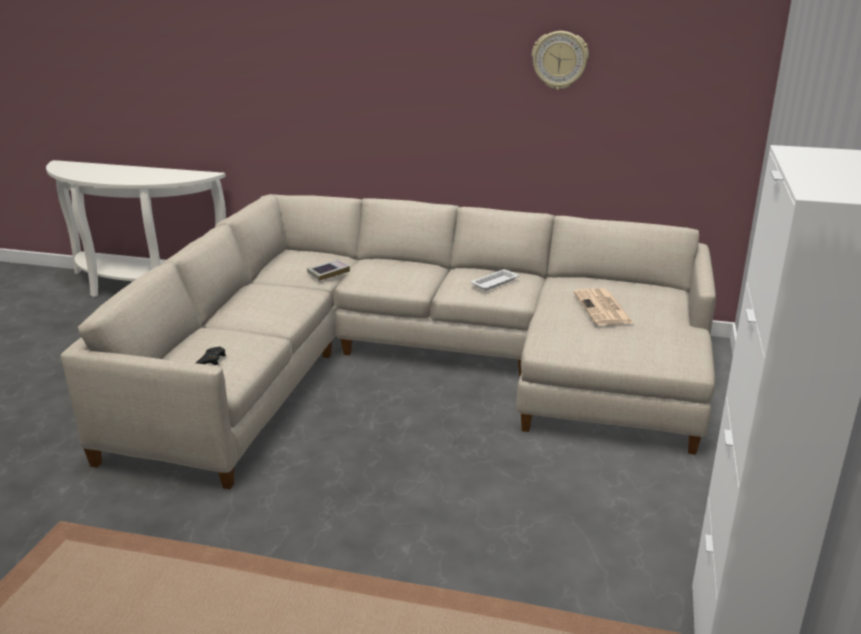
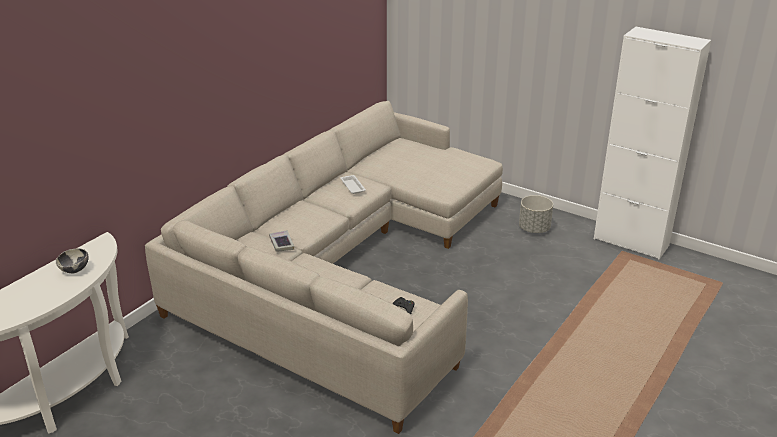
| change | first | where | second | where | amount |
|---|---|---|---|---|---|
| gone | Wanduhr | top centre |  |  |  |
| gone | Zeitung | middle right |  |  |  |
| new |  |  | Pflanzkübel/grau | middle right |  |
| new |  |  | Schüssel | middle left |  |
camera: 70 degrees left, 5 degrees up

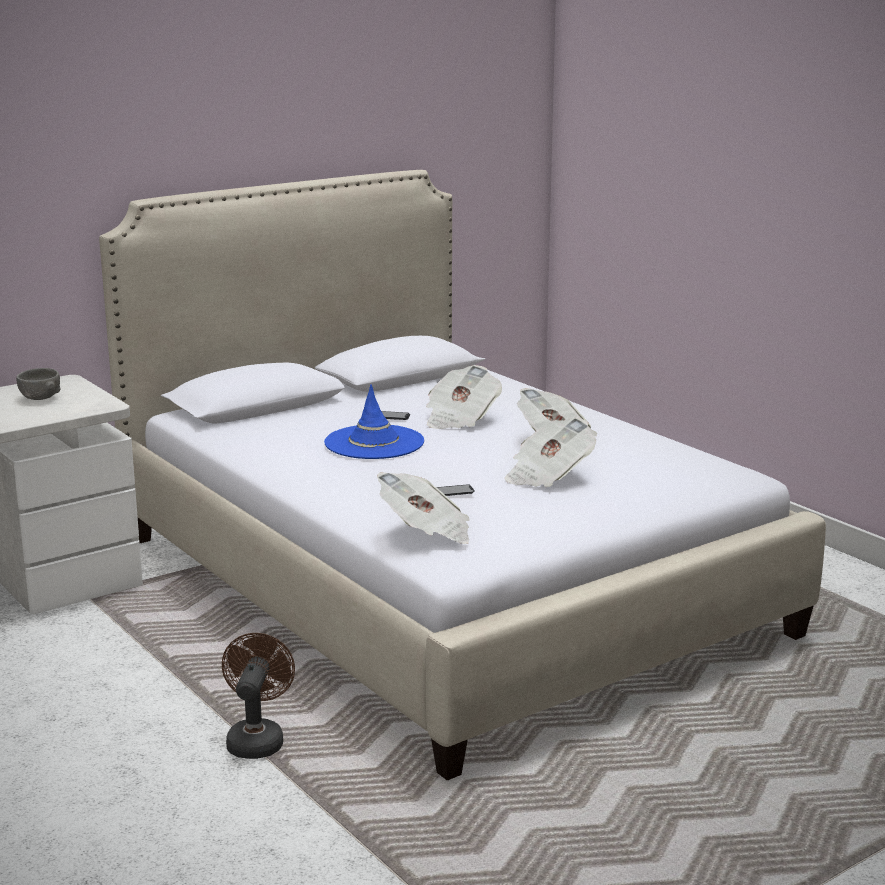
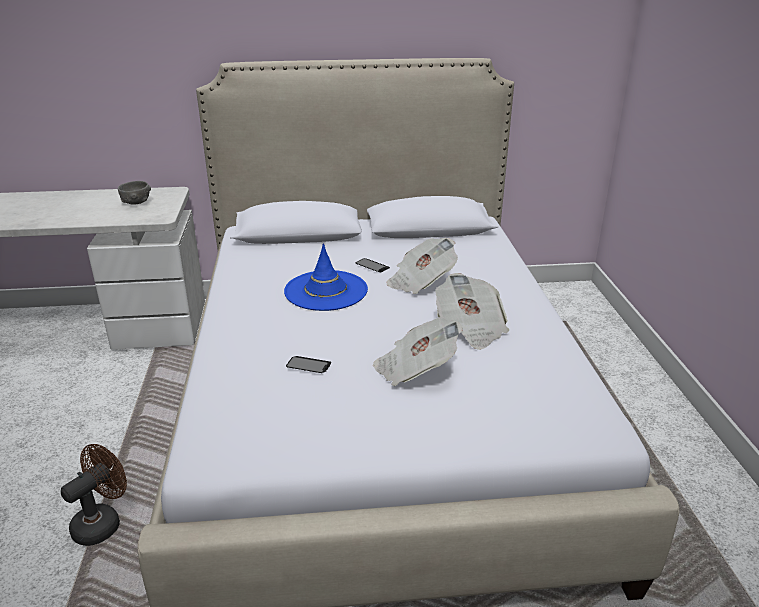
| change | first | where | second | where | amount |
|---|---|---|---|---|---|
| gone | Zeitung (no. 1 from left) | centre |  |  |  |
camera: 30 degrees right, 10 degrees up

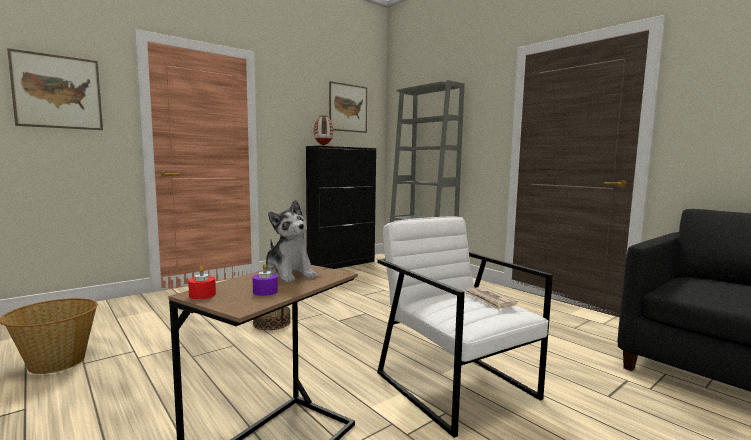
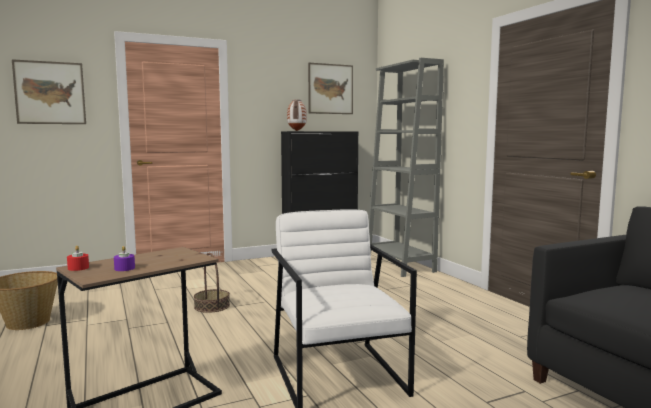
| change | first | where | second | where | amount |
|---|---|---|---|---|---|
| gone | Plüschtier | centre |  |  |  |
| gone | Zeitung | bottom centre |  |  |  |
camera: 15 degrees right, 0 degrees up

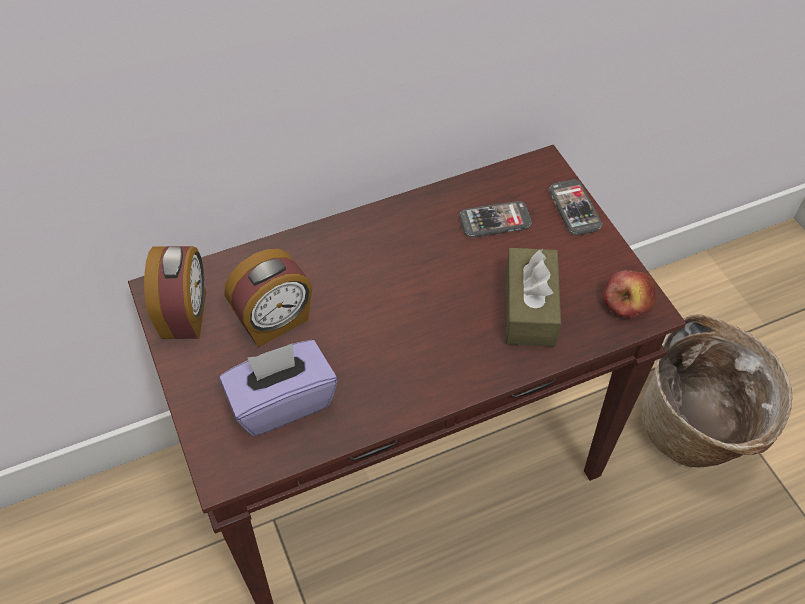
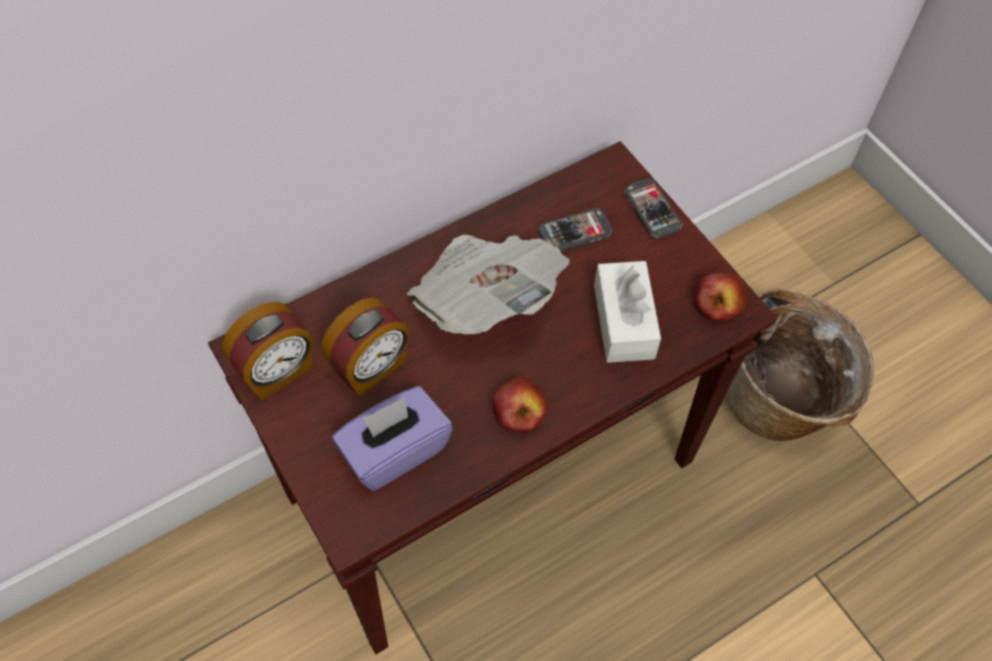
| change | first | where | second | where | amount |
|---|---|---|---|---|---|
| rotated | Wecker (no. 1 from left) | middle left |  | middle left | 60 degrees clockwise |
| repainted | Taschentuchbox/braun | centre | Taschentuchbox/weiß | centre |  |
| new |  |  | Zeitung | centre |  |
| new |  |  | Apfel (no. 1 from left) | centre |  |
camera: 10 degrees left, 5 degrees up

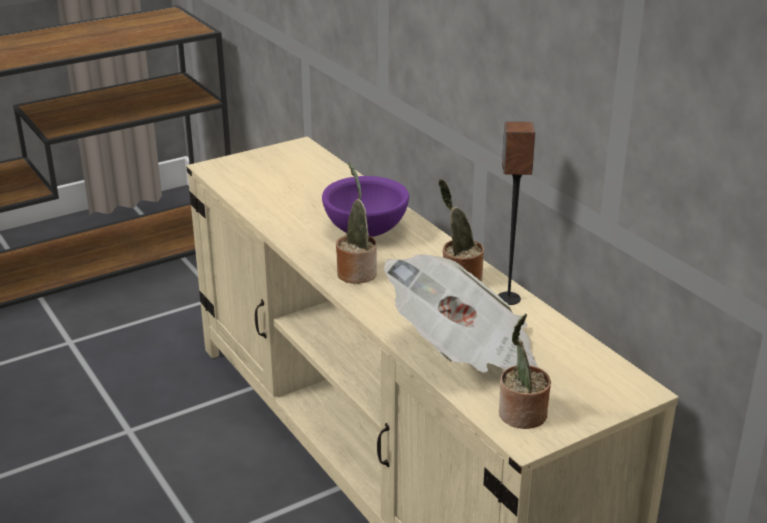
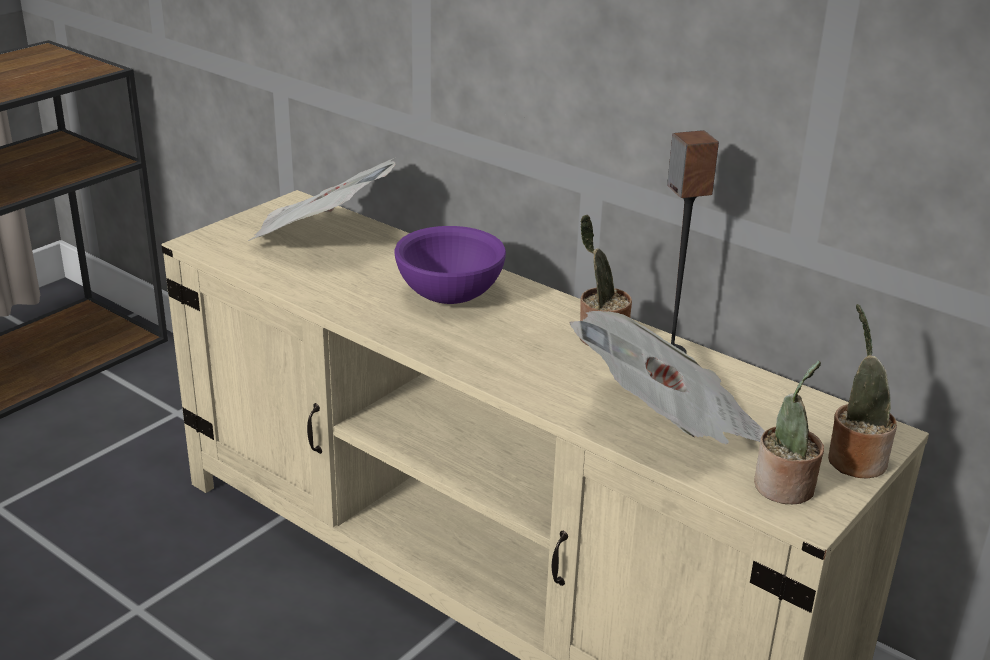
| change | first | where | second | where | amount |
|---|---|---|---|---|---|
| shifted | Topfpflanze (no. 1 from left in the first image) | centre | Topfpflanze (no. 3 from left) | middle right |  |
| new |  |  | Zeitung (no. 1 from left) | top left |  |
camera: 20 degrees left, 0 degrees up

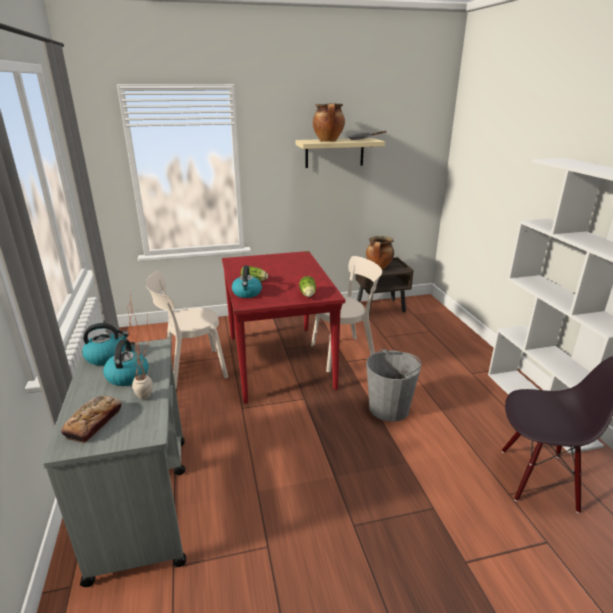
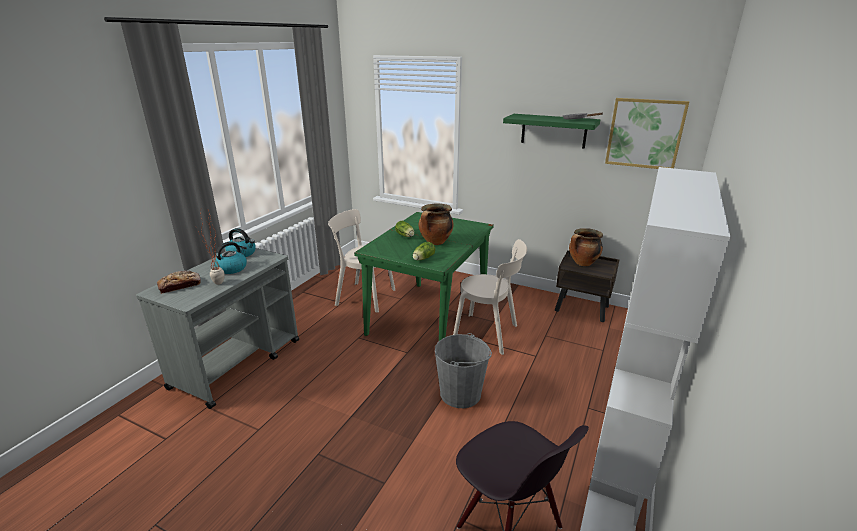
| change | first | where | second | where | amount |
|---|---|---|---|---|---|
| shifted | Kochtopf (no. 1 from left) | top centre |  | centre |  |
| repainted | Wandregal/beige | top centre | Wandregal/grün | top centre |  |
| repainted | Esstisch/rot | centre | Esstisch/grün | centre |  |
| gone | Wasserkessel (no. 3 from left) | centre |  |  |  |
| new |  |  | Bild | top right |  |
camera: 40 degrees right, 0 degrees up

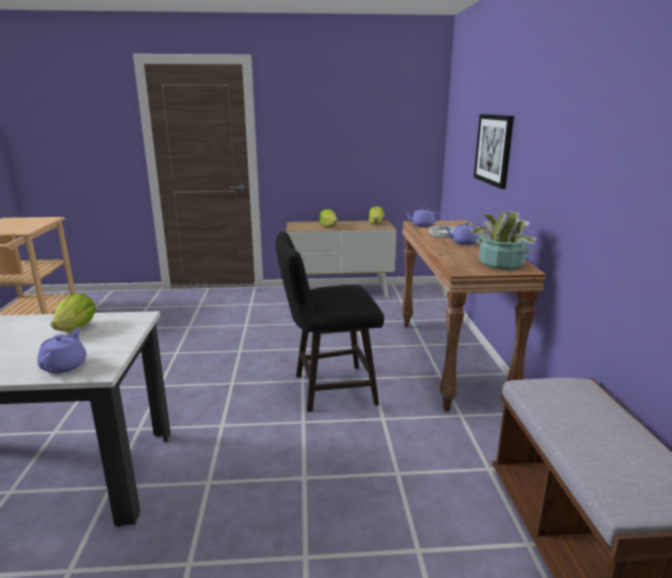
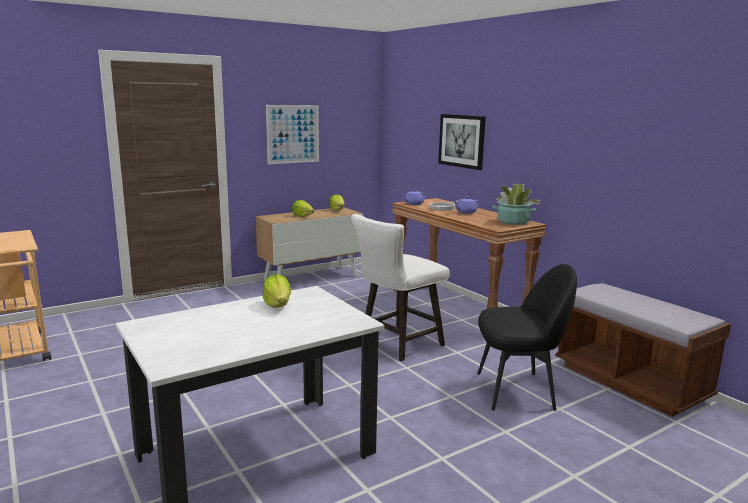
| change | first | where | second | where | amount |
|---|---|---|---|---|---|
| repainted | Hocker/schwarz | centre | Hocker/weiß | centre |  |
| gone | Teekanne/lila (no. 1 from left) | middle left |  |  |  |
| new |  |  | Bild (no. 1 from left) | top centre |  |
| new |  |  | Stuhl/schwarz | bottom right |  |
camera: 30 degrees left, 5 degrees down

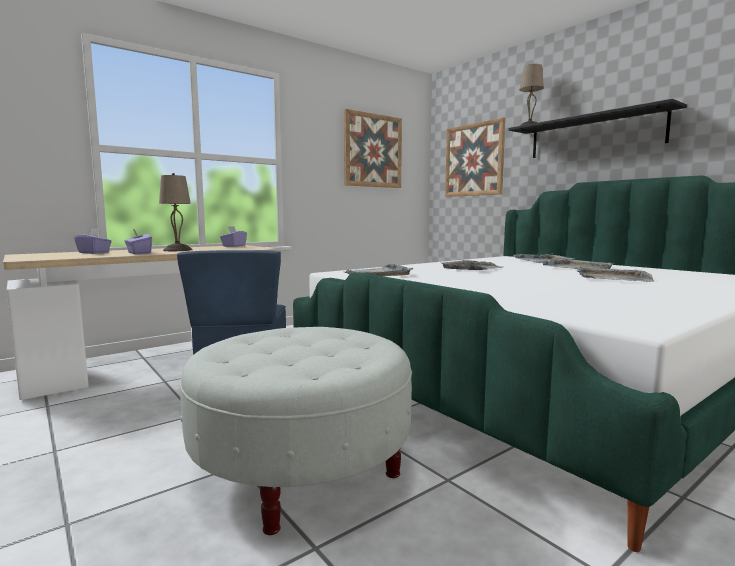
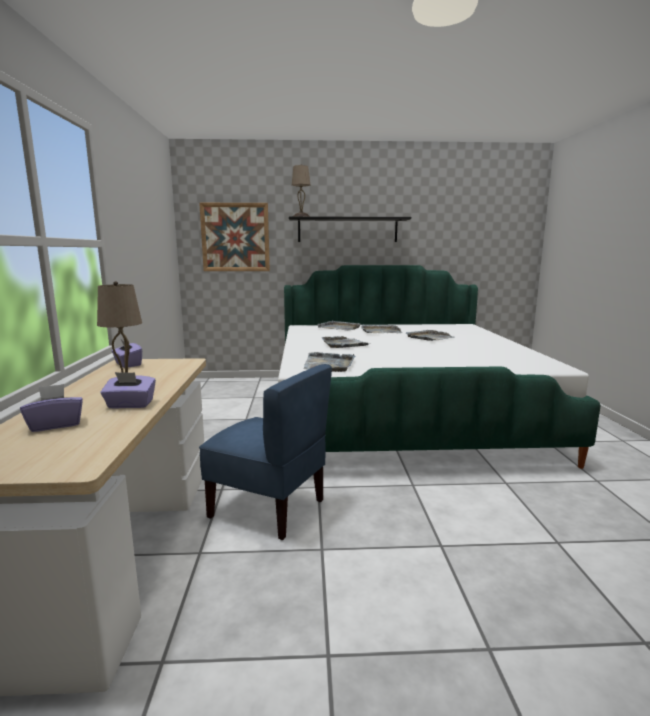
| change | first | where | second | where | amount |
|---|---|---|---|---|---|
| gone | Bild (no. 1 from left) | top centre |  |  |  |
| gone | Polsterhocker/weiß | bottom centre |  |  |  |
camera: 55 degrees left, 5 degrees up

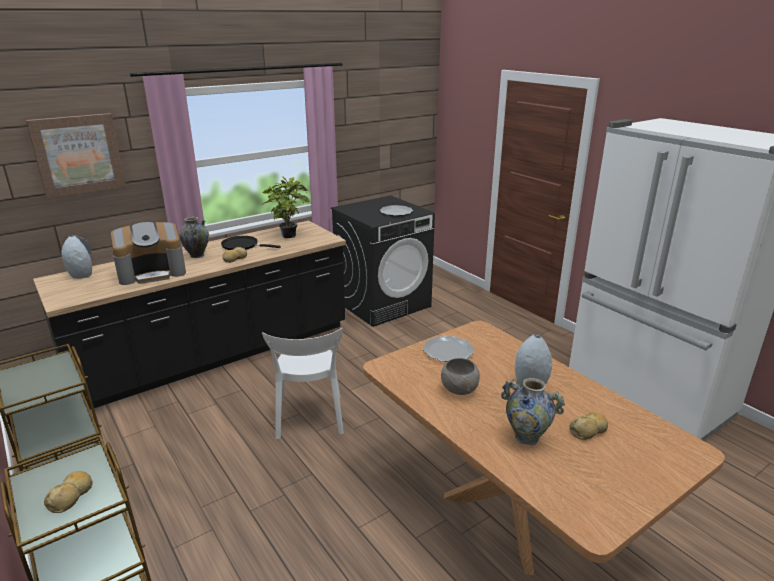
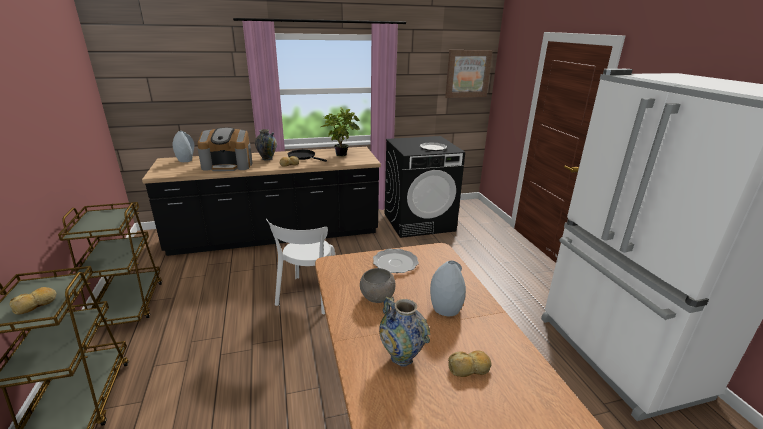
| change | first | where | second | where | amount |
|---|---|---|---|---|---|
| shifted | Bild | top left |  | top centre |  |
camera: 20 degrees right, 0 degrees up

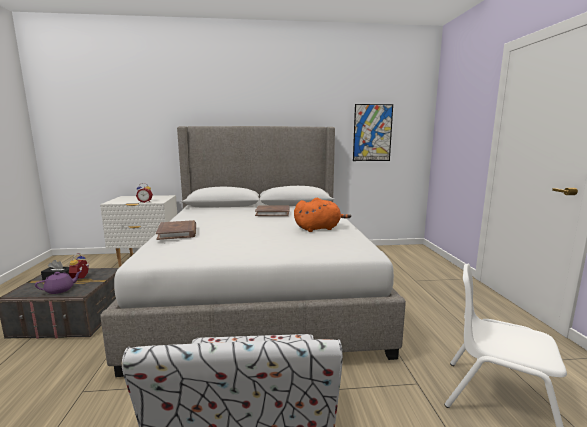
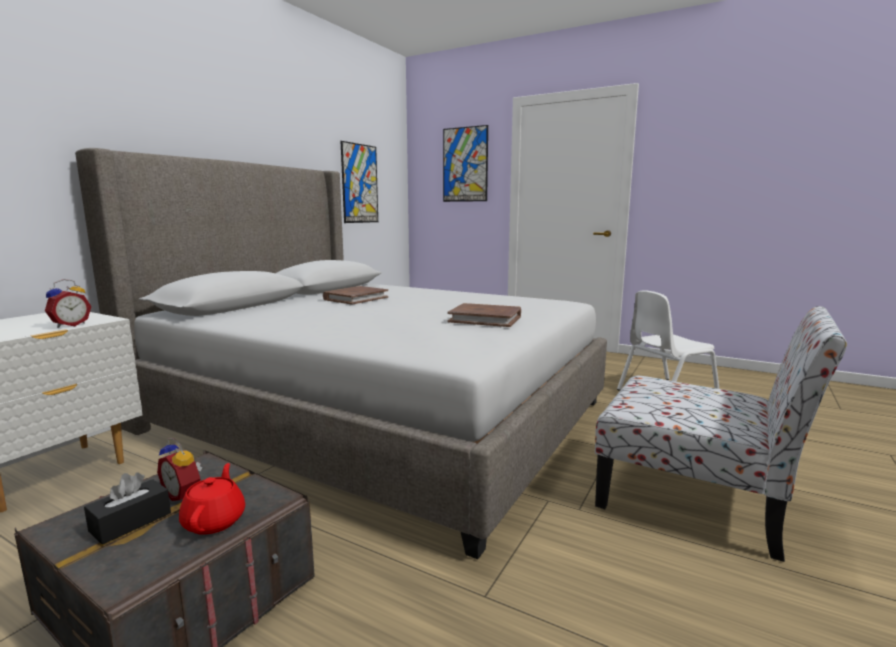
| change | first | where | second | where | amount |
|---|---|---|---|---|---|
| gone | Plüschtier/orange | centre |  |  |  |
| shifted | Buch/braun (no. 1 from left in the first image) | middle left | Buch/braun (no. 2 from left) | centre |  |
| repainted | Teekanne/lila | middle left | Teekanne/rot | bottom left |  |
| new |  |  | Bild (no. 2 from left) | top centre |  |
camera: 55 degrees left, 0 degrees up

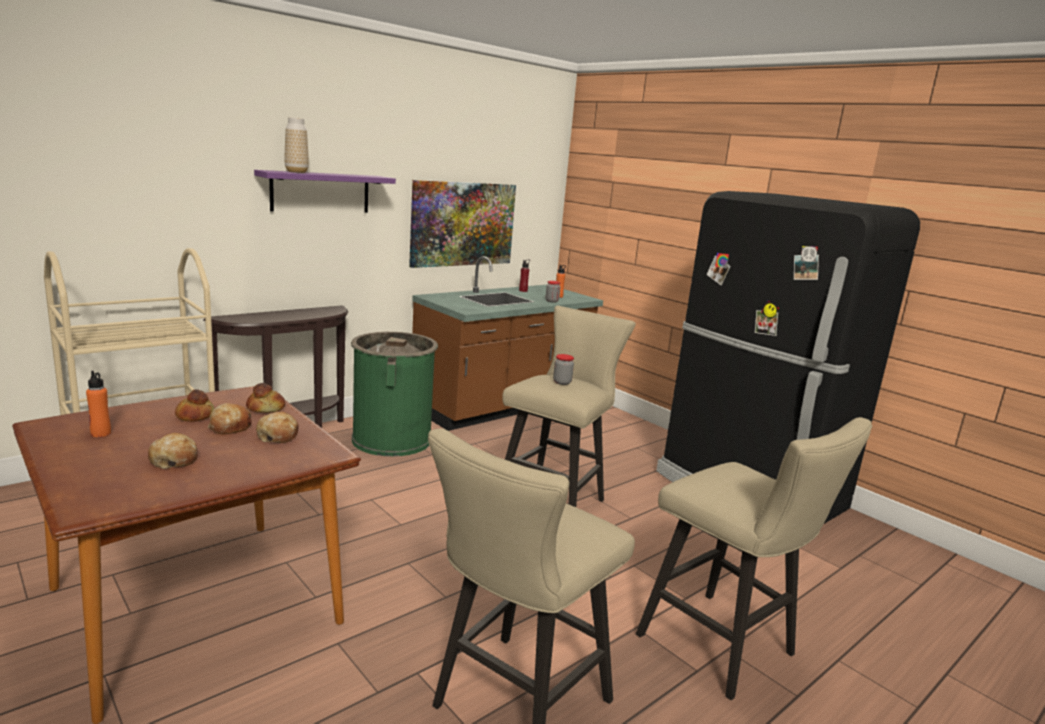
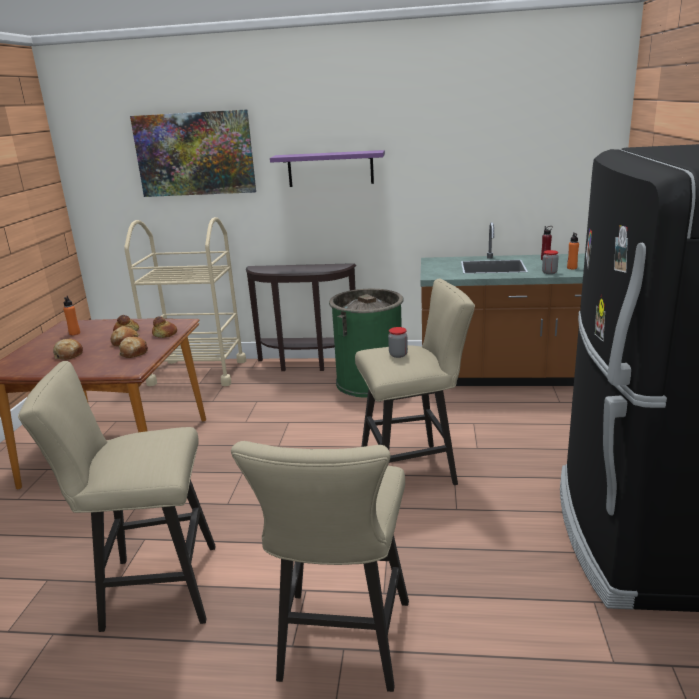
| change | first | where | second | where | amount |
|---|---|---|---|---|---|
| gone | Vase | top left |  |  |  |
| shifted | Bild | top centre |  | top left |  |
camera: 50 degrees right, 5 degrees up

